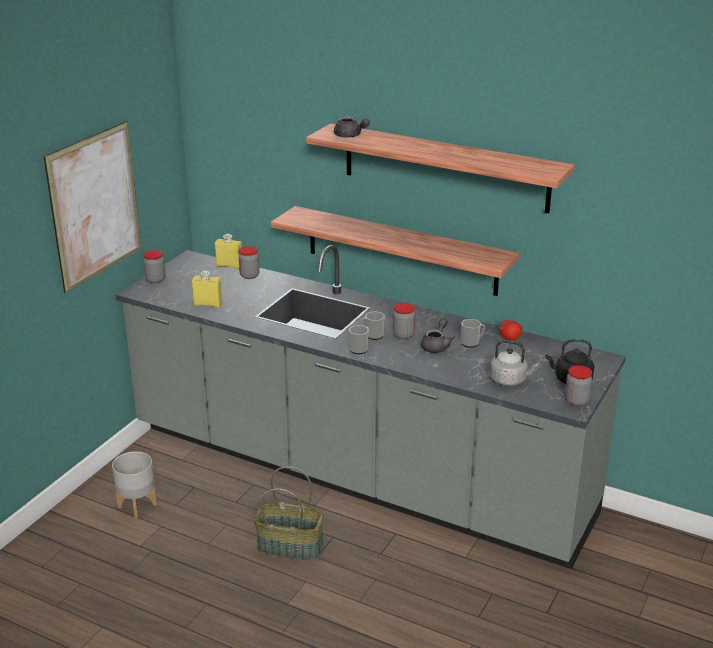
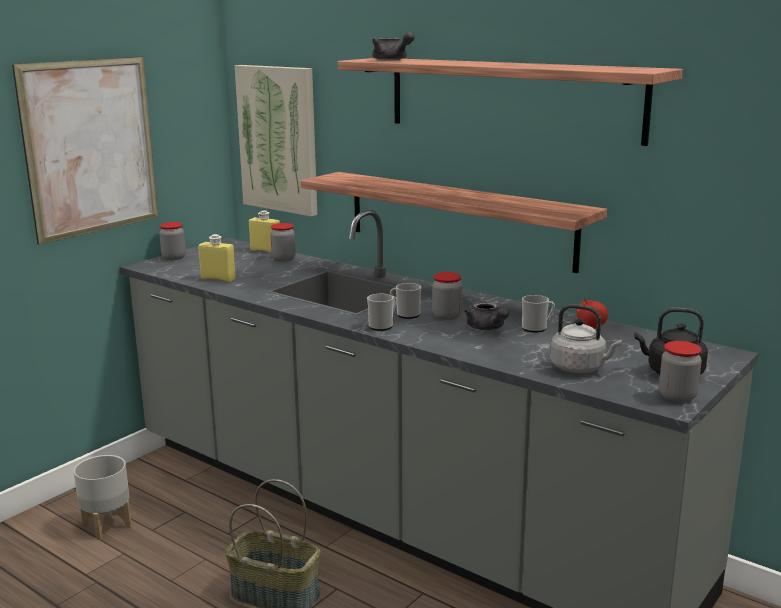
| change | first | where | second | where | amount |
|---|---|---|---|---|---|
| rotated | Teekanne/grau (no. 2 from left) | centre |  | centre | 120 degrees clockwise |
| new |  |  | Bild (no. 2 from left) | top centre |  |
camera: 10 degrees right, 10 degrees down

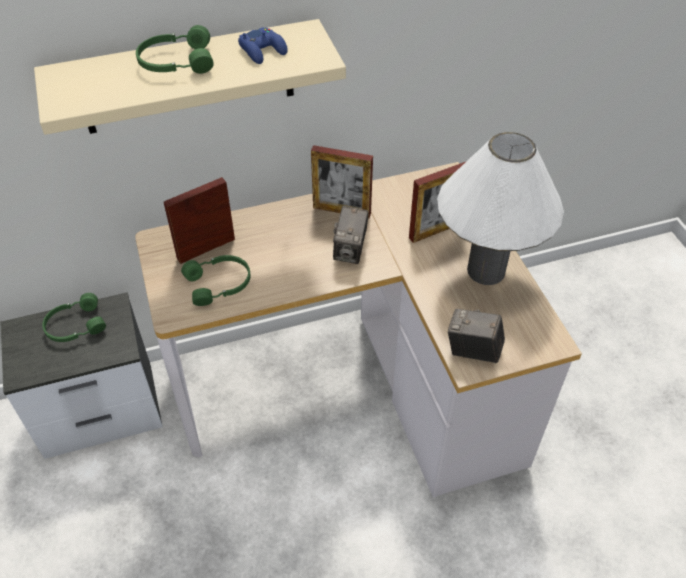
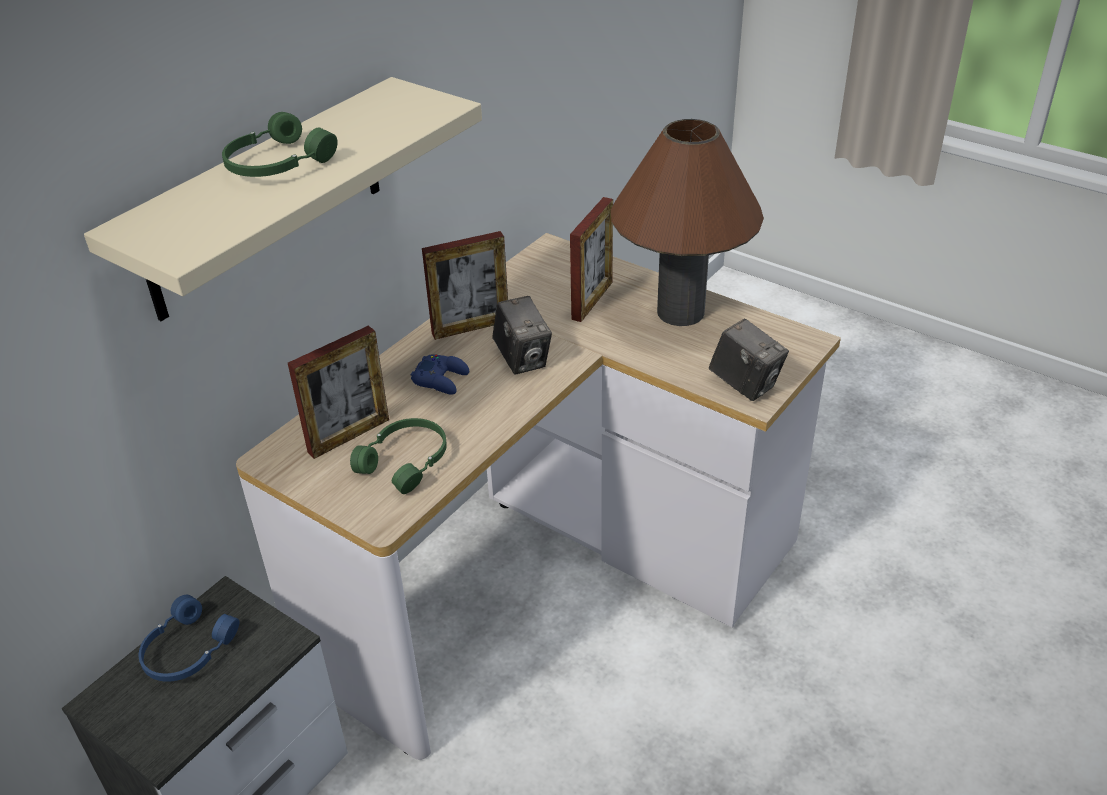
| change | first | where | second | where | amount |
|---|---|---|---|---|---|
| shifted | Gamepad/blau | top centre |  | centre |  |
| repainted | Tischlampe/weiß | middle right | Tischlampe/braun | top centre |  |
| rotated | Bilderrahmen (no. 1 from left) | middle left |  | middle left | 150 degrees counterclockwise |
| repainted | Kopfhörer/grün (no. 1 from left) | middle left | Kopfhörer/blau | bottom left |  |
| rotated | Kamera (no. 2 from left) | middle right |  | middle right | 120 degrees counterclockwise |
camera: 35 degrees left, 10 degrees down

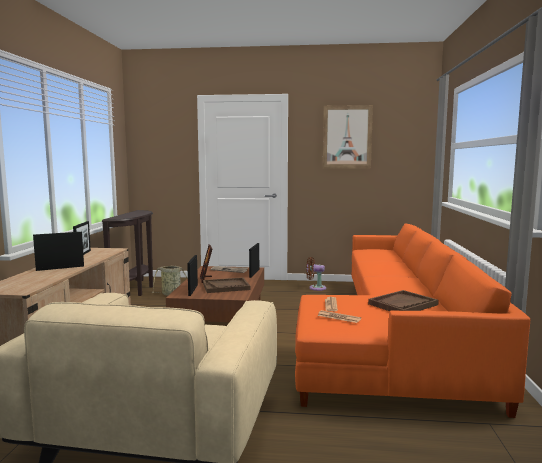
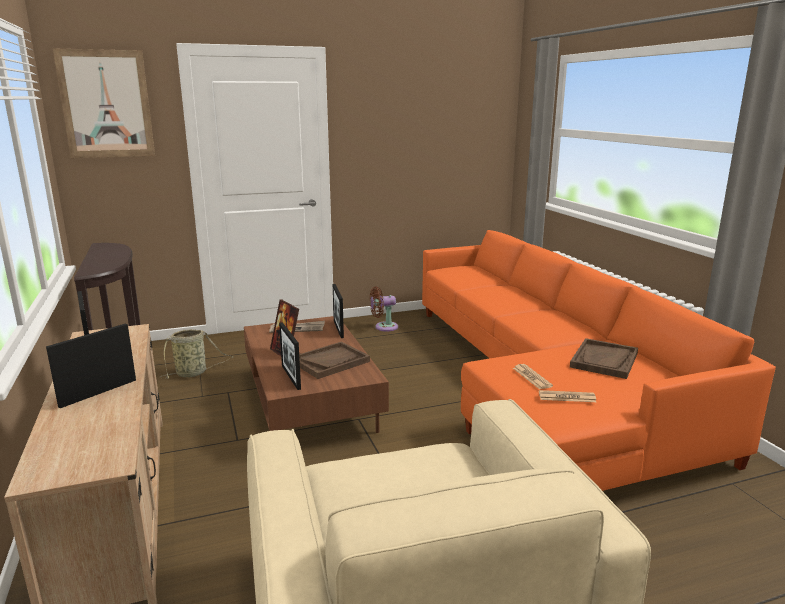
| change | first | where | second | where | amount |
|---|---|---|---|---|---|
| shifted | Bild | top centre |  | top left |  |
camera: 25 degrees left, 10 degrees up

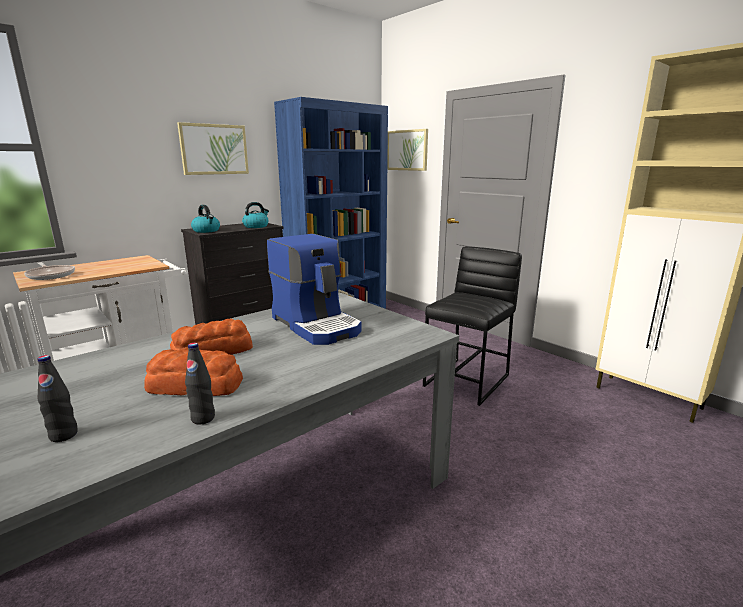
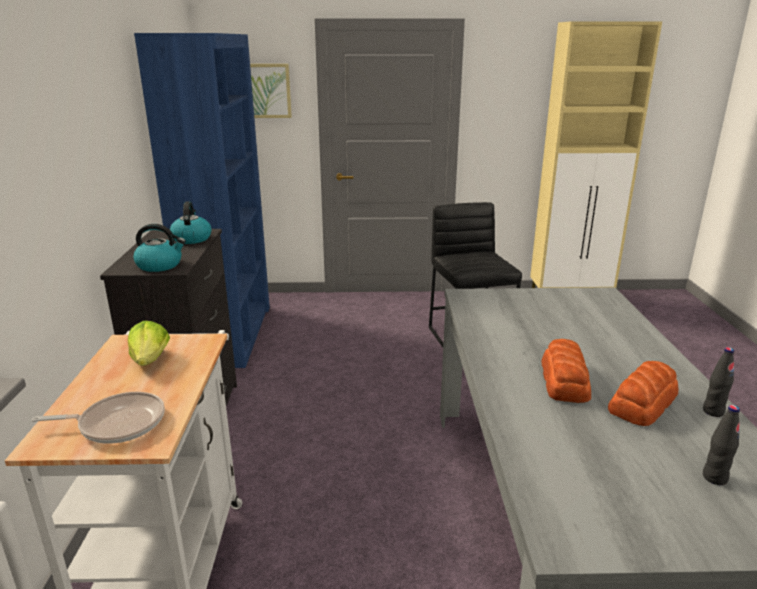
| change | first | where | second | where | amount |
|---|---|---|---|---|---|
| gone | Bild (no. 1 from left) | top left |  |  |  |
| gone | Kaffeemaschine | centre |  |  |  |
| new |  |  | Salatkopf | middle left |  |
camera: 50 degrees left, 5 degrees up

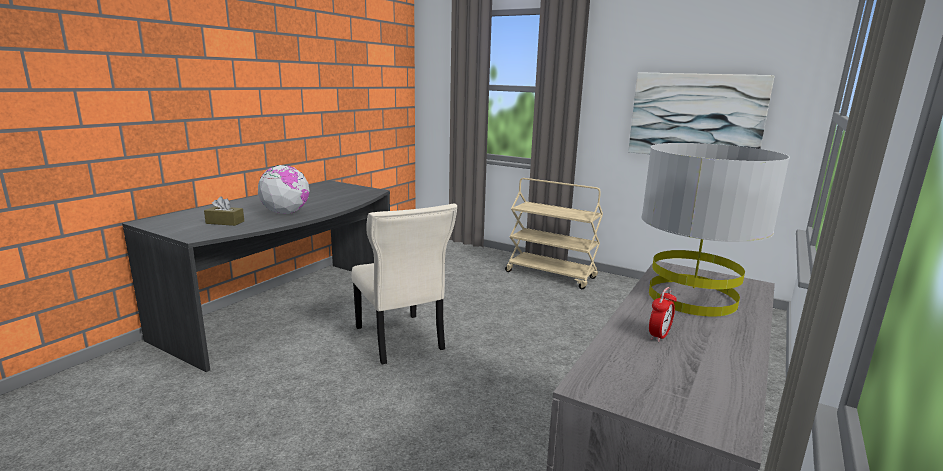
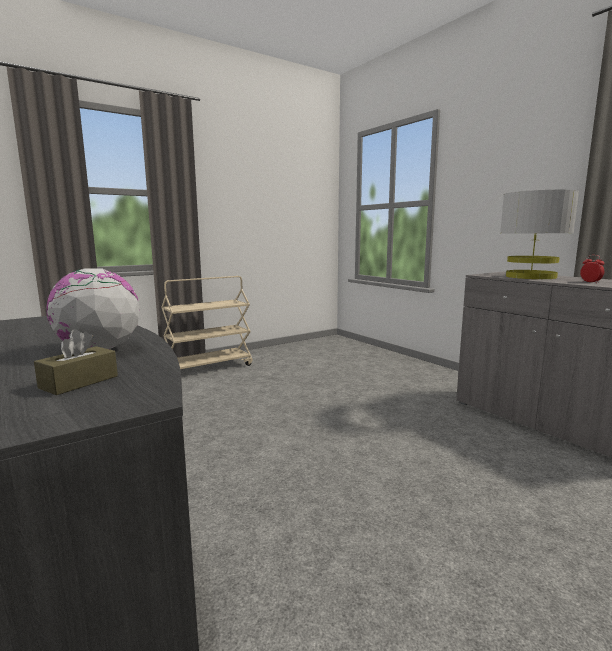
| change | first | where | second | where | amount |
|---|---|---|---|---|---|
| gone | Bild | top right |  |  |  |
| gone | Stuhl/beige | centre |  |  |  |
camera: 65 degrees left, 5 degrees down

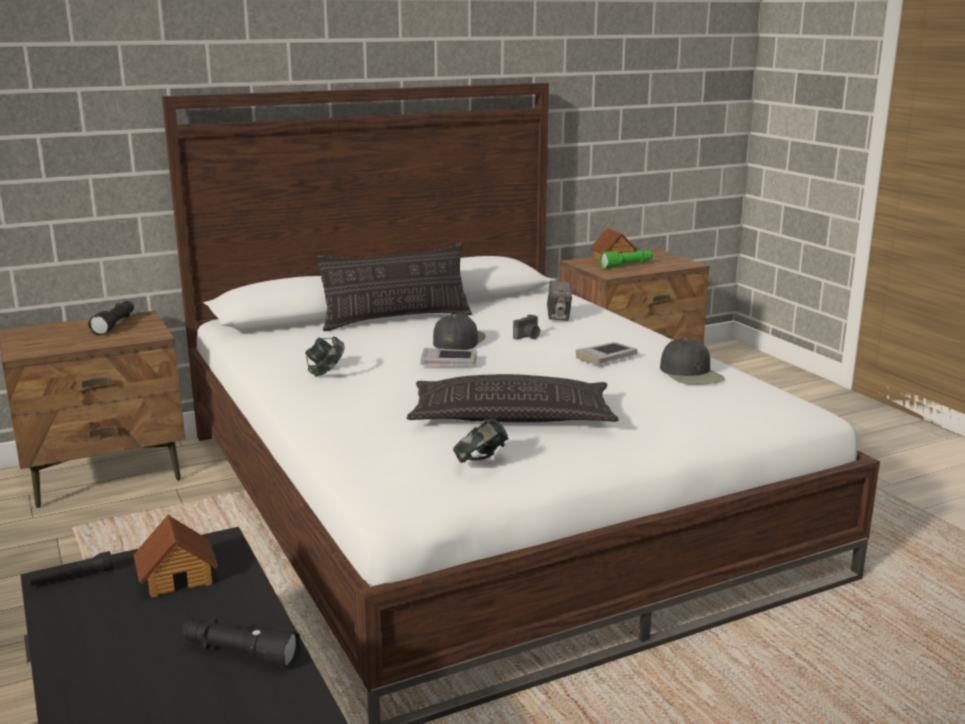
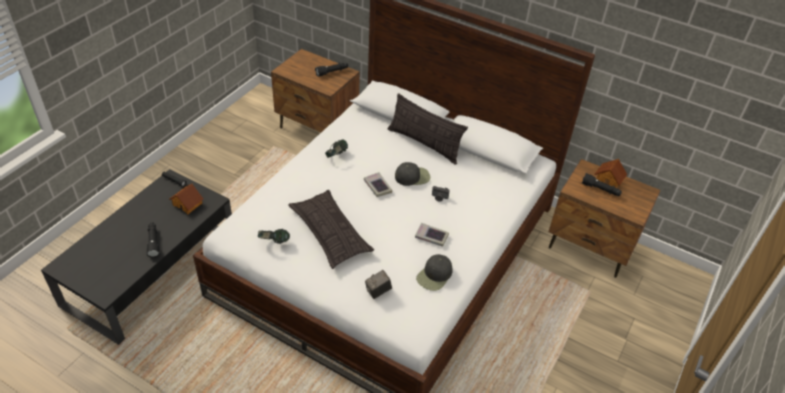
| change | first | where | second | where | amount |
|---|---|---|---|---|---|
| repainted | Taschenlampe/grün | centre | Taschenlampe/schwarz (no. 4 from left) | middle right |  |
| shifted | Kamera (no. 2 from left in the first image) | centre | Kamera (no. 1 from left) | bottom centre |  |
camera: 55 degrees right, 25 degrees up

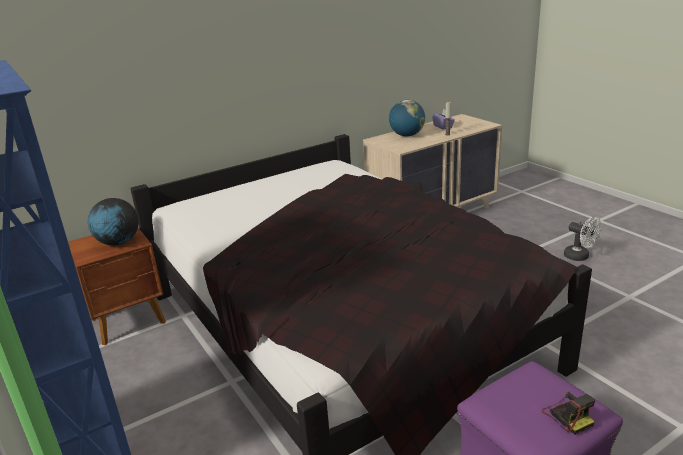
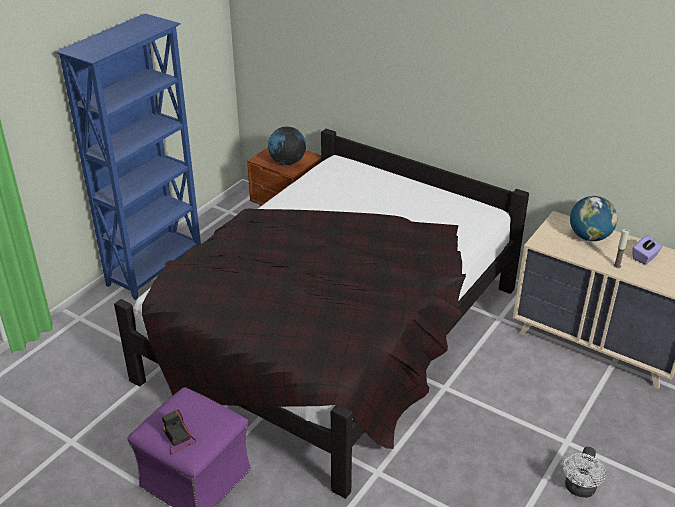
| change | first | where | second | where | amount |
|---|---|---|---|---|---|
| rotated | Kamera | bottom right |  | bottom left | 105 degrees clockwise |
camera: 65 degrees right, 10 degrees up

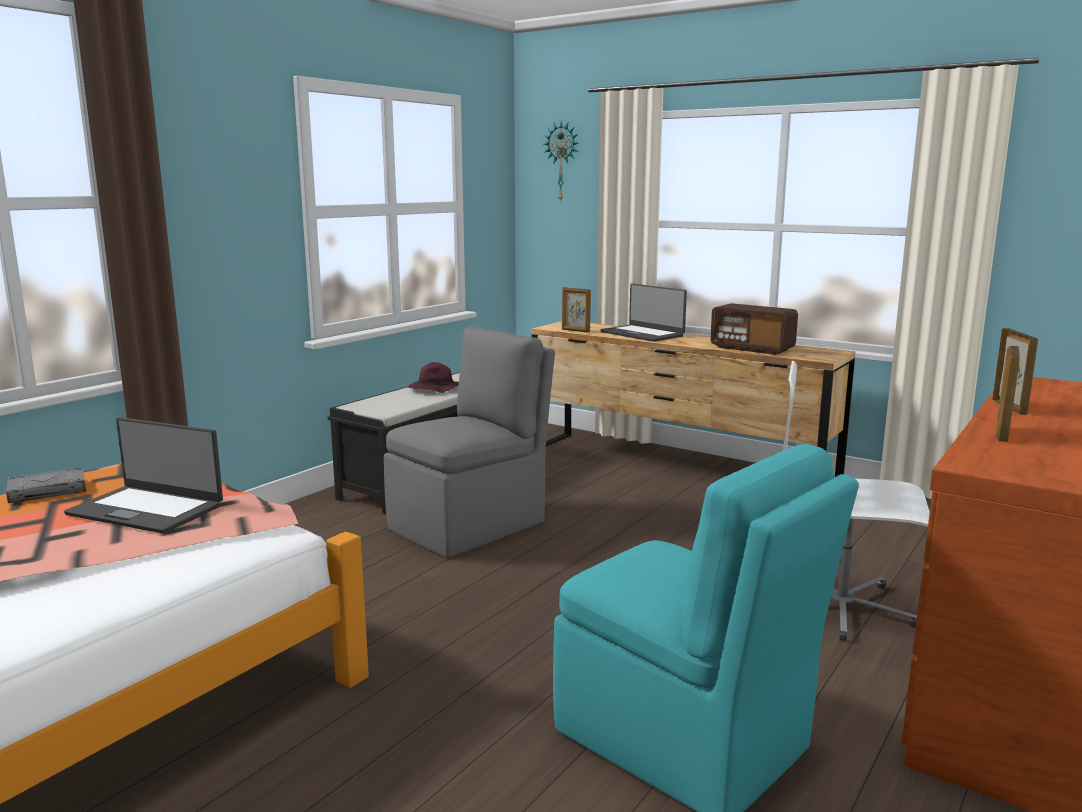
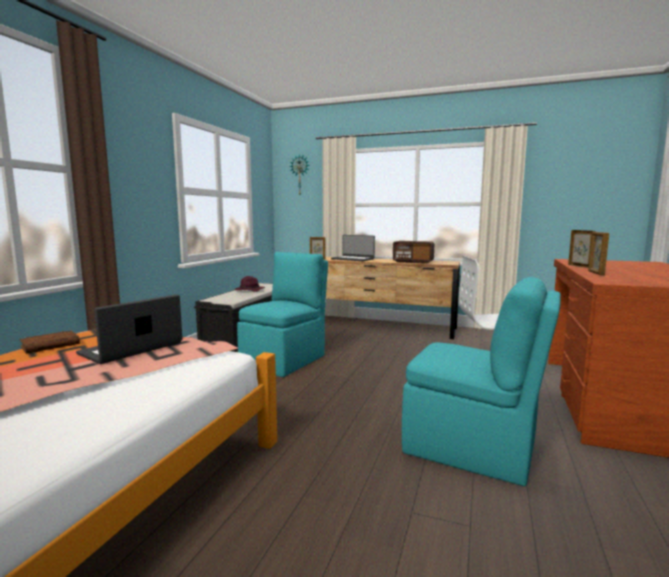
| change | first | where | second | where | amount |
|---|---|---|---|---|---|
| repainted | Stuhl/grau | centre | Stuhl/türkis (no. 1 from left) | centre |  |
| rotated | Laptop (no. 1 from left) | middle left |  | middle left | 120 degrees clockwise |
| repainted | Buch/grau | middle left | Buch/braun | middle left |  |
camera: 15 degrees left, 5 degrees down

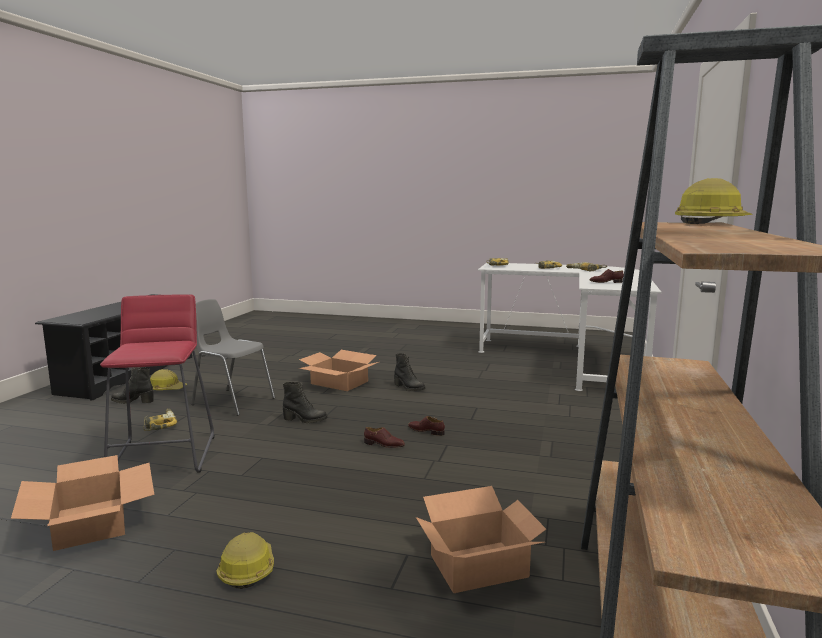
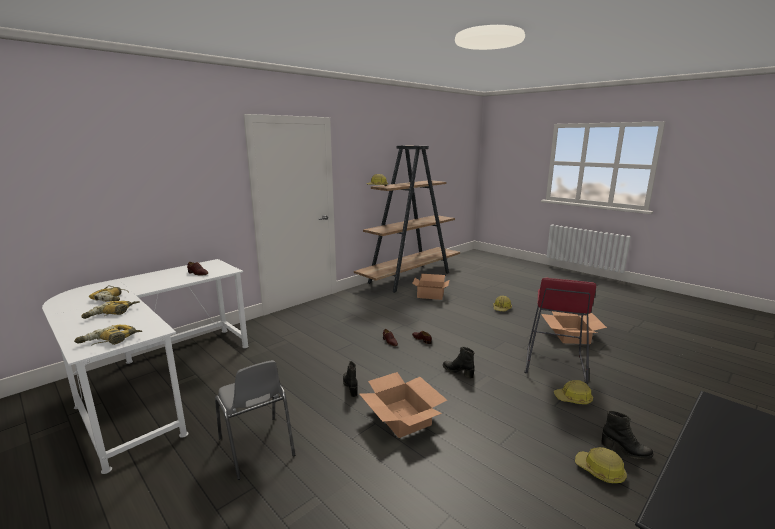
| change | first | where | second | where | amount |
|---|---|---|---|---|---|
| shifted | Stuhl/grau | middle left |  | bottom left |  |
| swapped | Bohrmaschine (no. 1 from left) | middle left | Schutzhelm (no. 3 from left) | bottom right |  |
camera: 150 degrees left, 5 degrees up

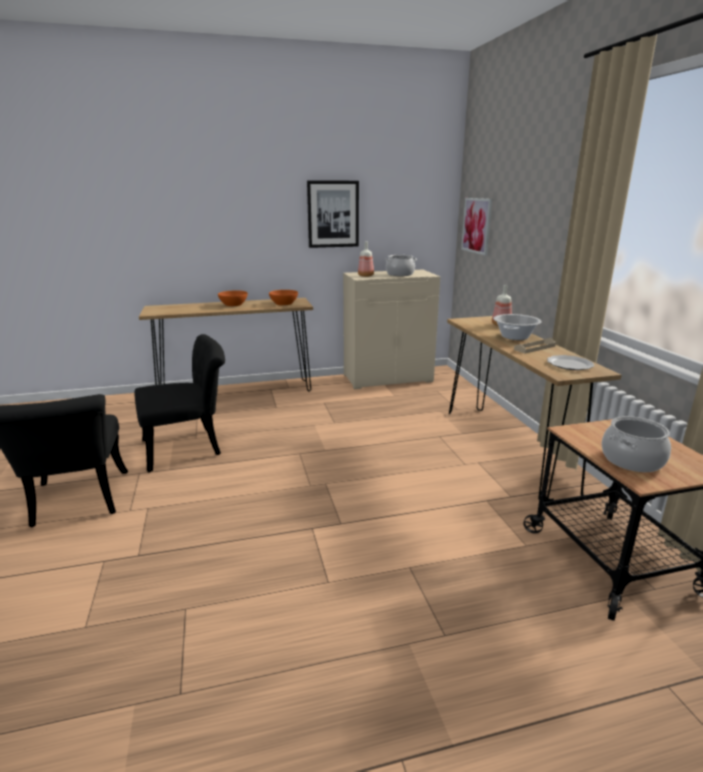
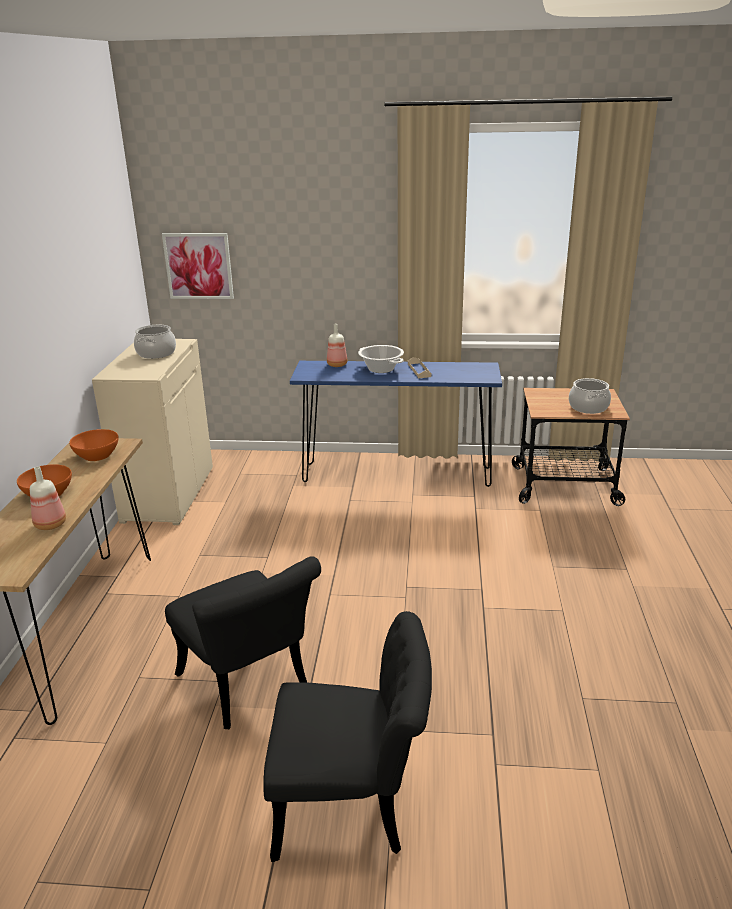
| change | first | where | second | where | amount |
|---|---|---|---|---|---|
| gone | Bild (no. 1 from left) | top centre |  |  |  |
| shifted | Flasche (no. 1 from left) | centre |  | middle left |  |
| repainted | Konsolentisch/braun (no. 2 from left) | middle right | Konsolentisch/blau | centre |  |
| rotated | Stuhl/schwarz (no. 2 from left in the first image) | middle left | Stuhl/schwarz (no. 1 from left) | bottom left | 150 degrees clockwise |
| gone | Teller | middle right |  |  |  |
camera: 70 degrees left, 5 degrees up

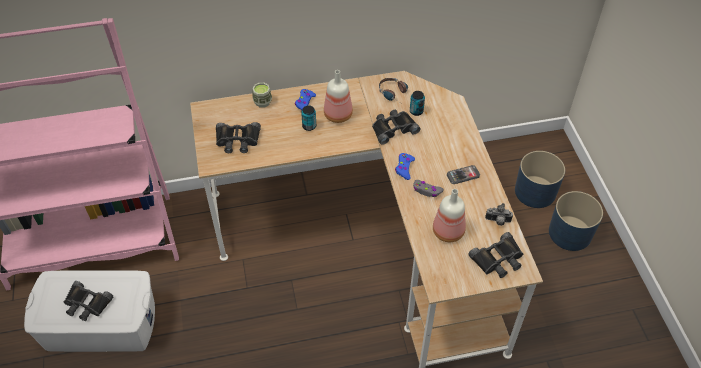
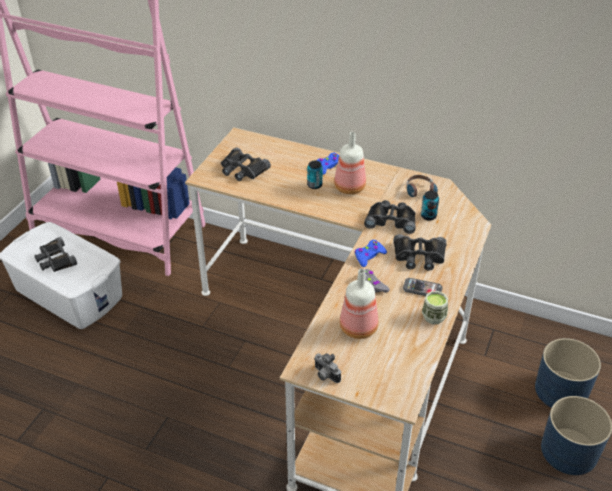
| change | first | where | second | where | amount |
|---|---|---|---|---|---|
| shifted | Tasse | top centre |  | middle right |  |
| shifted | Kamera | middle right |  | bottom centre |  |
| shifted | Fernglas/schwarz (no. 4 from left) | bottom right |  | middle right |  |
camera: 35 degrees right, 10 degrees down

